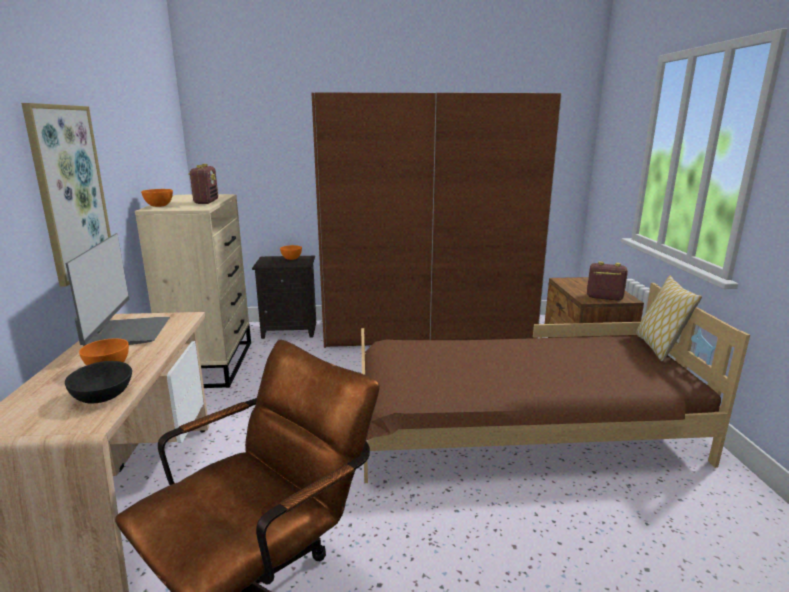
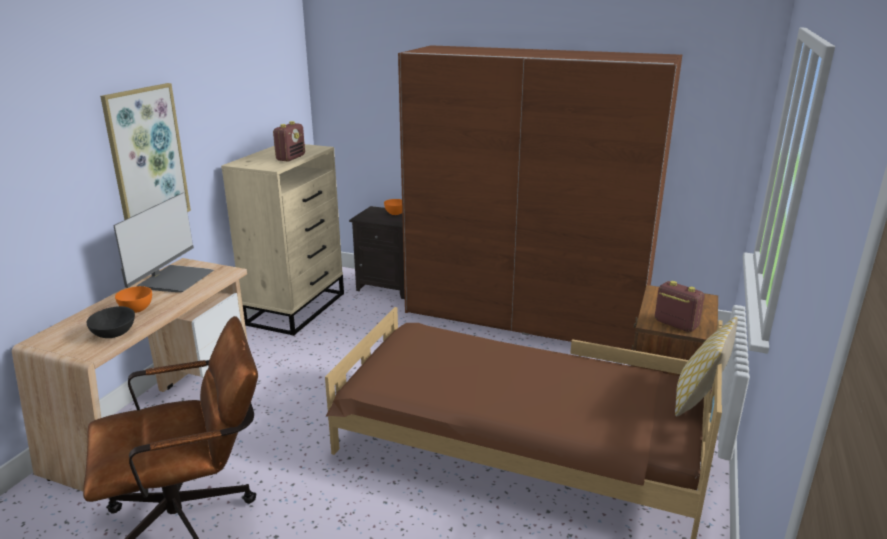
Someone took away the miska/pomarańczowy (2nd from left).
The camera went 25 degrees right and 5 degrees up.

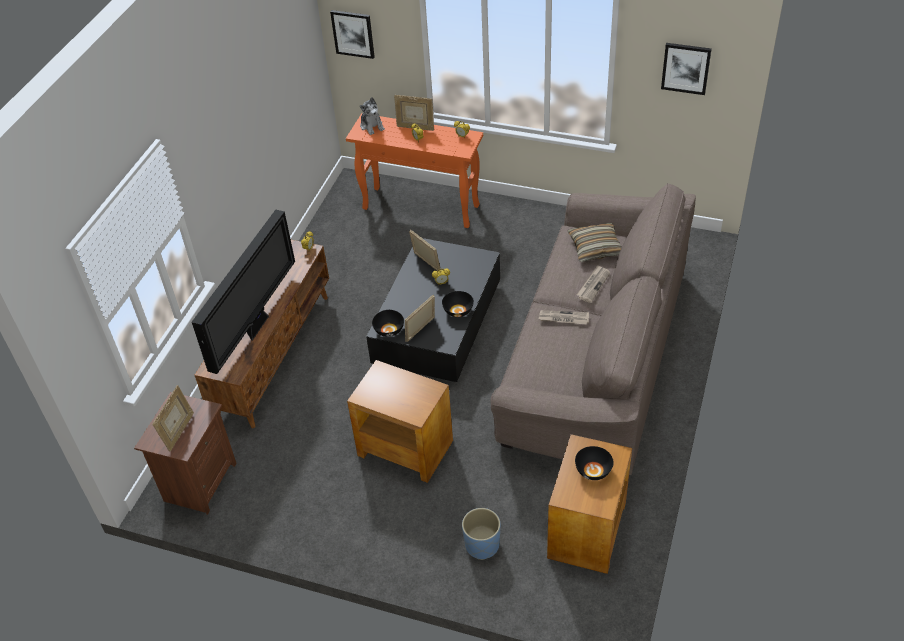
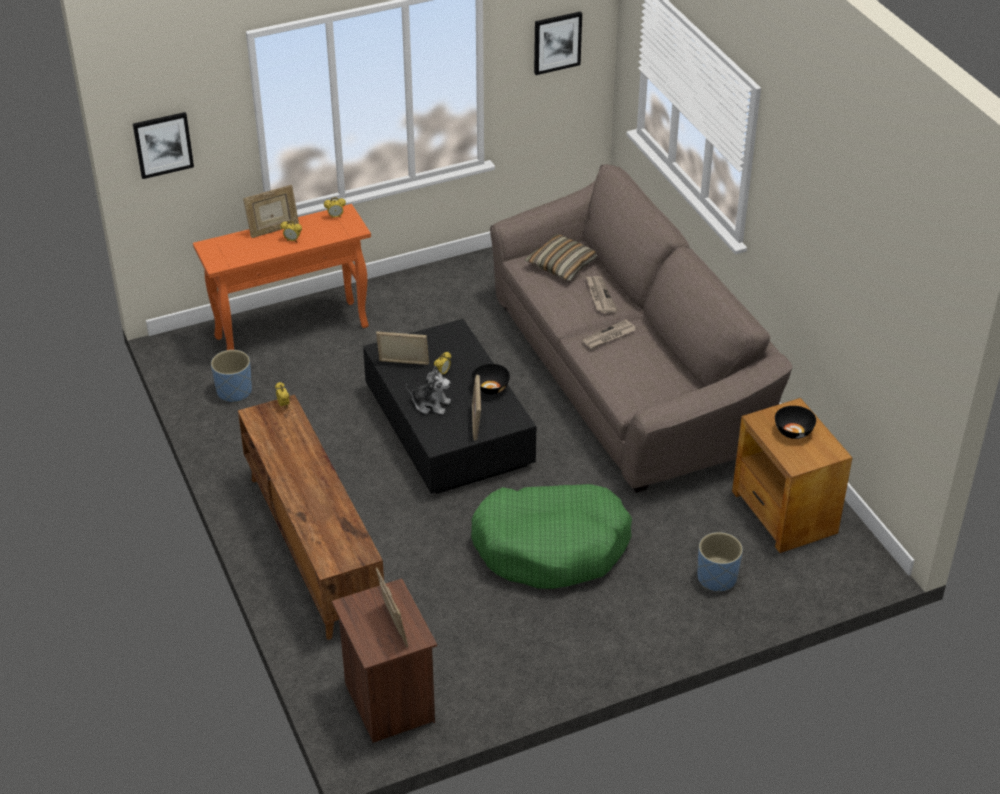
Someone took away the telewizor.
Someone swapped the stolik/brązowy (1st from left) for the legowisko/zielony.
Someone carried the pluszak.
Someone took away the miska/czarny (1st from left).
Someone put down the donica/niebieski (1st from left).
The camera went 45 degrees left and 5 degrees down.

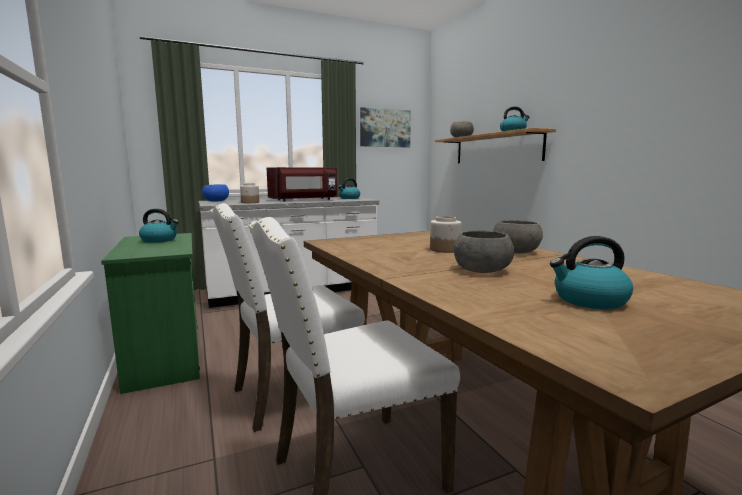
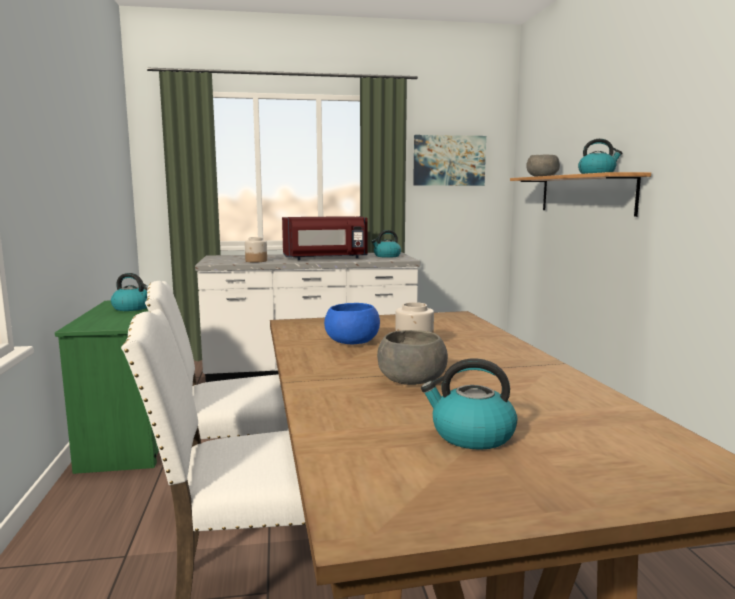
Someone carried the miska/niebieski.
Someone took away the miska/szary (3rd from left).
The camera went 15 degrees right and 0 degrees up.

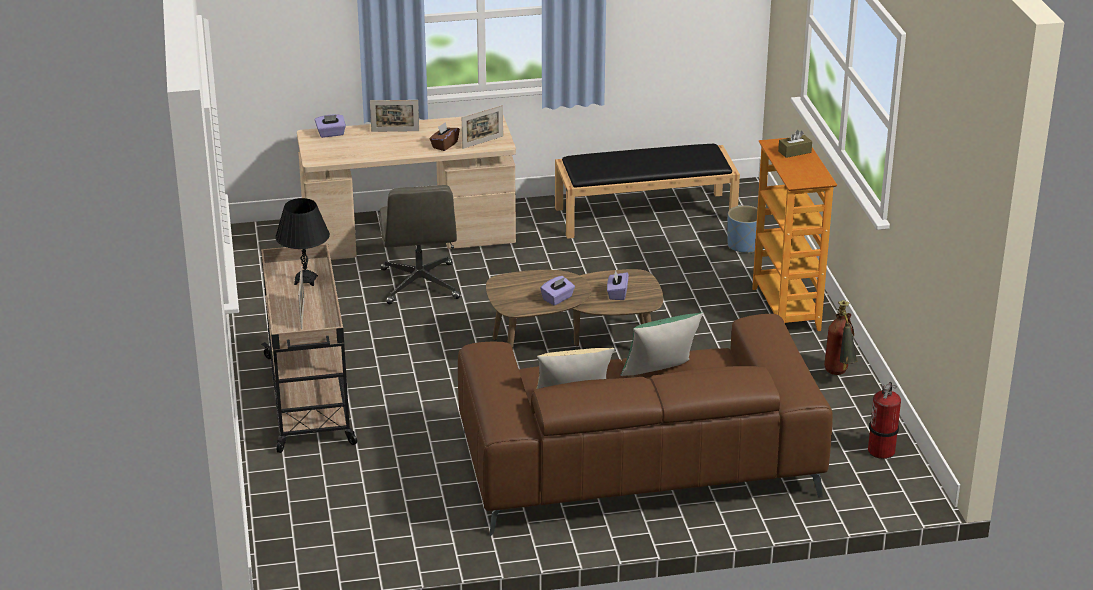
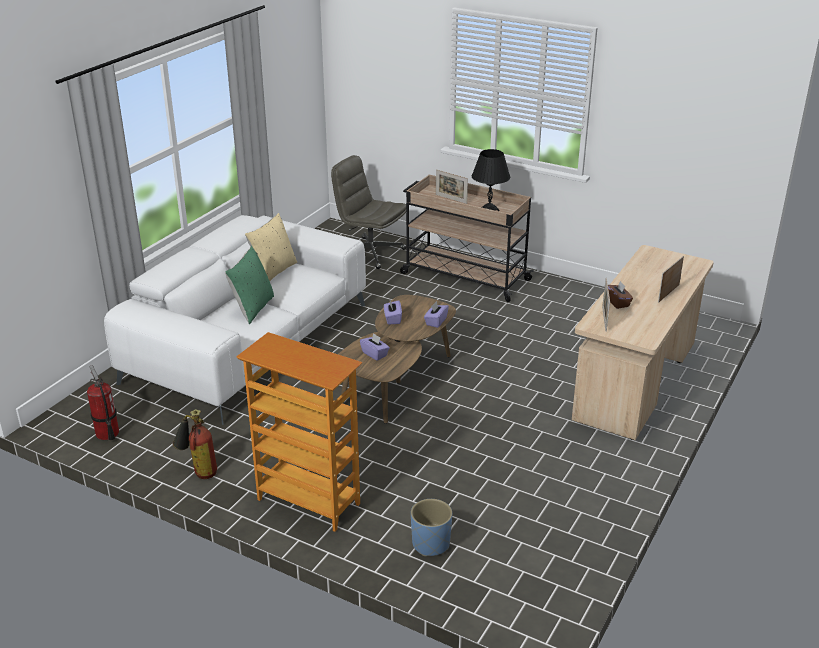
Someone carried the pudełko chusteczek/fioletowy (1st from left in the first image).
Someone carried the krzesło biurowe/szary.
Someone repainted the kanapa/brązowy, which became the kanapa/biały.
Someone took away the ławka/czarny.
Someone took away the pudełko chusteczek/brązowy (2nd from left).
The camera went 130 degrees right and 0 degrees up.

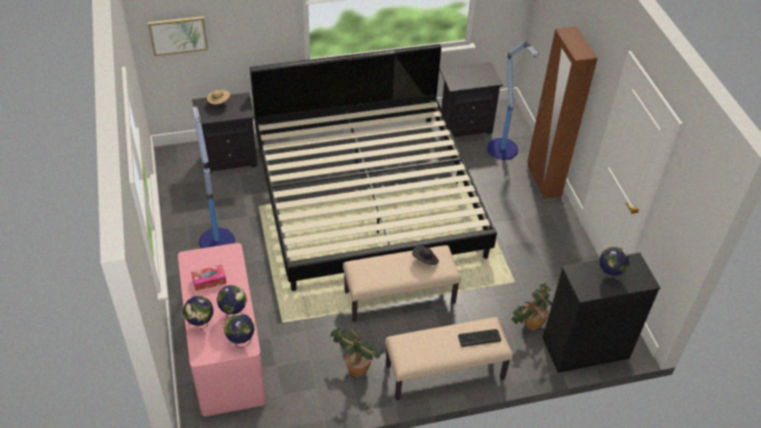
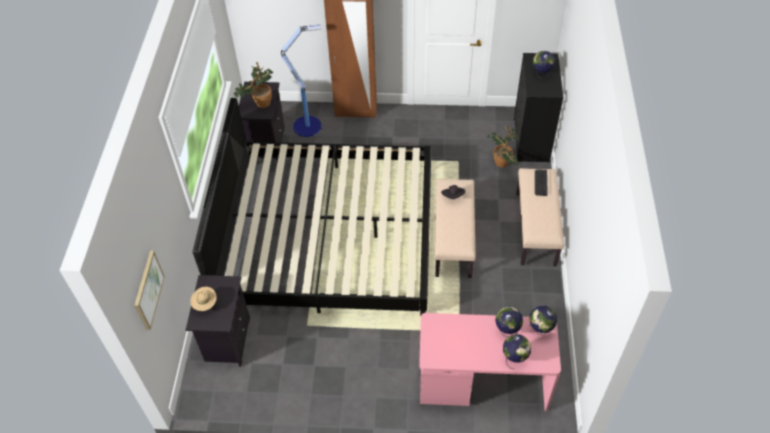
Someone took away the pudełko chusteczek.
Someone took away the lampa stojąca (1st from left).
Someone carried the roślina doniczkowa (1st from left).
The camera went 70 degrees left and 5 degrees up.

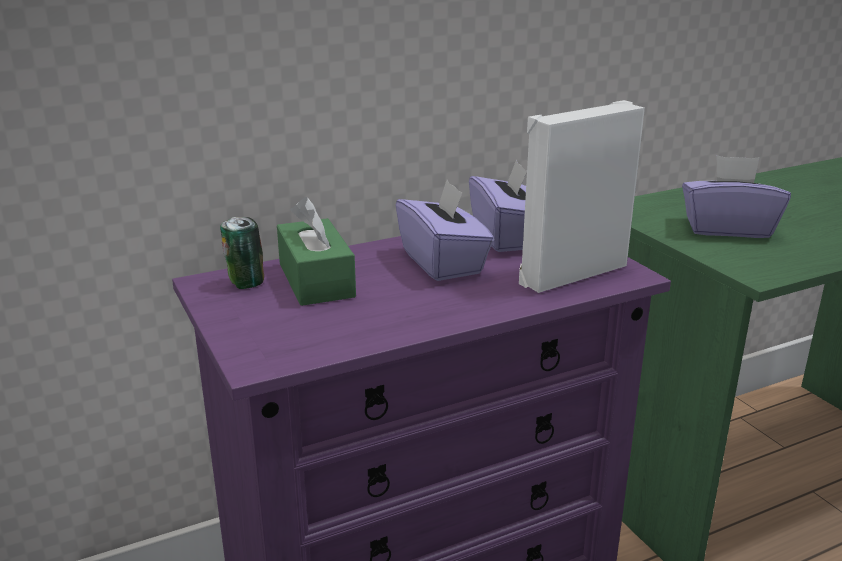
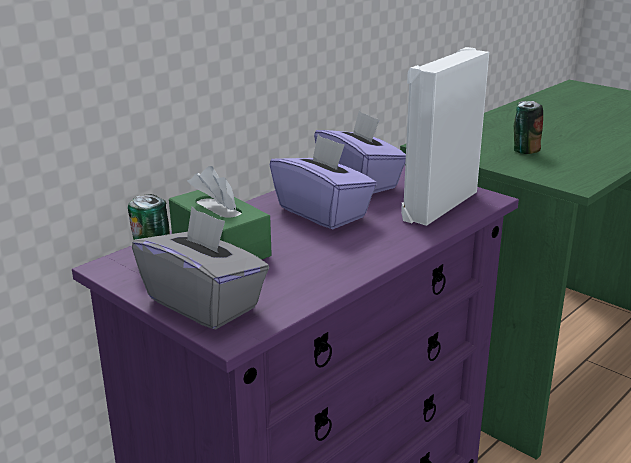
Someone swapped the pudełko chusteczek/fioletowy (3rd from left) for the puszka (2nd from left).
Someone put down the pudełko chusteczek/szary.
The camera went 20 degrees left and 0 degrees up.

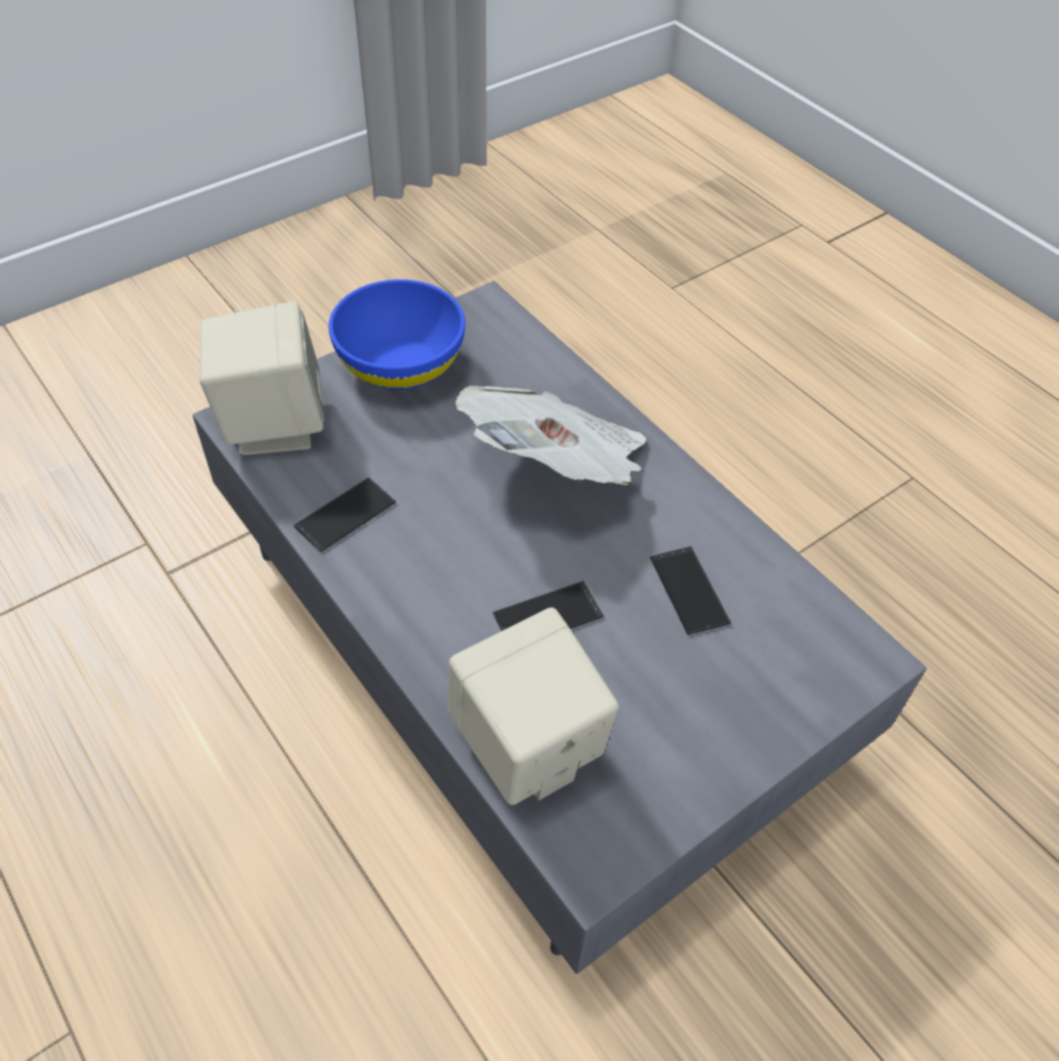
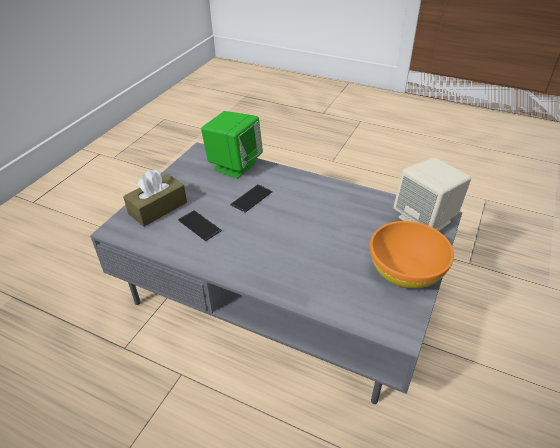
Someone took away the telefon (1st from left).
Someone repainted the miska/niebieski, which became the miska/pomarańczowy.
Someone repainted the głośnik/beżowy (2nd from left), which became the głośnik/zielony.
Someone took away the gazeta.
Someone put down the pudełko chusteczek/brązowy.
The camera went 155 degrees right and 10 degrees down.

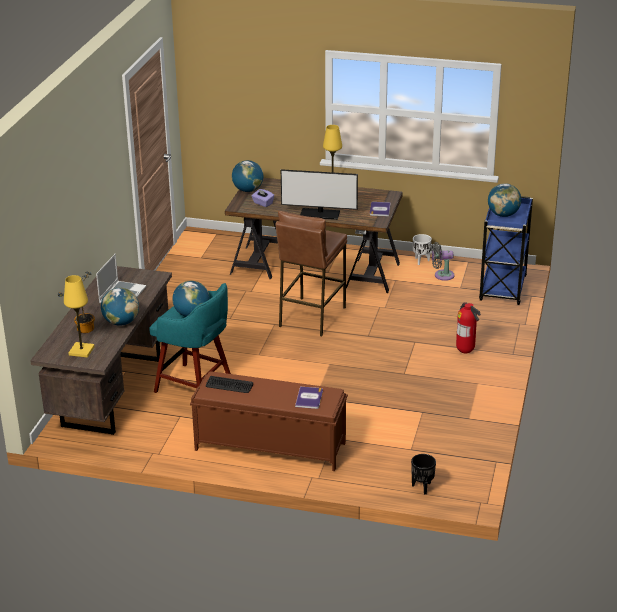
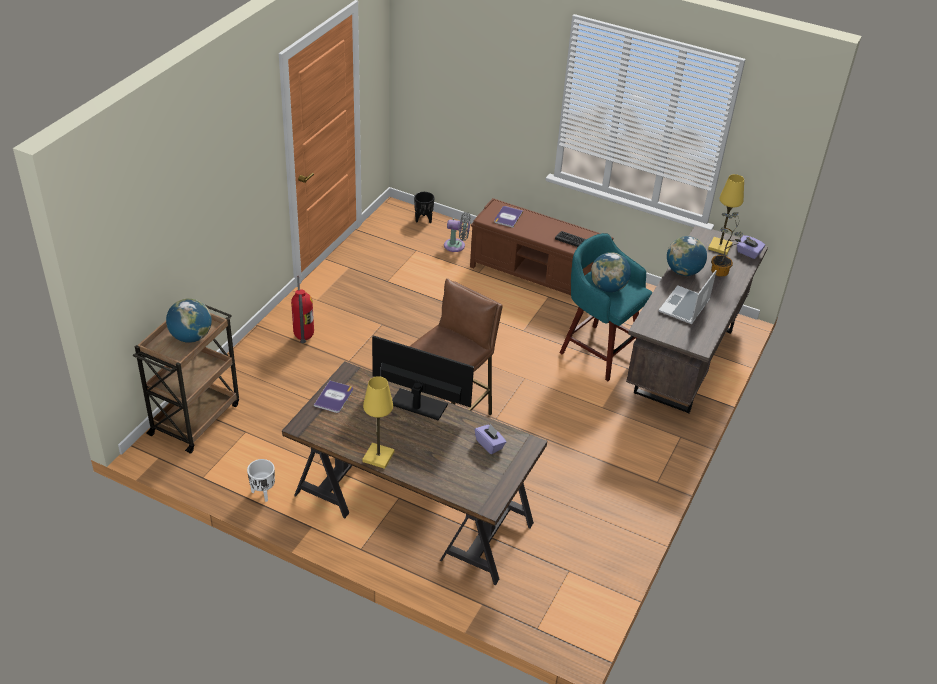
Someone took away the globus (3rd from left).
Someone carried the wentylator/szary.
Someone repainted the wózek/niebieski, which became the wózek/brązowy.
Someone put down the pudełko chusteczek/fioletowy (2nd from left).
The camera went 170 degrees left and 10 degrees up.

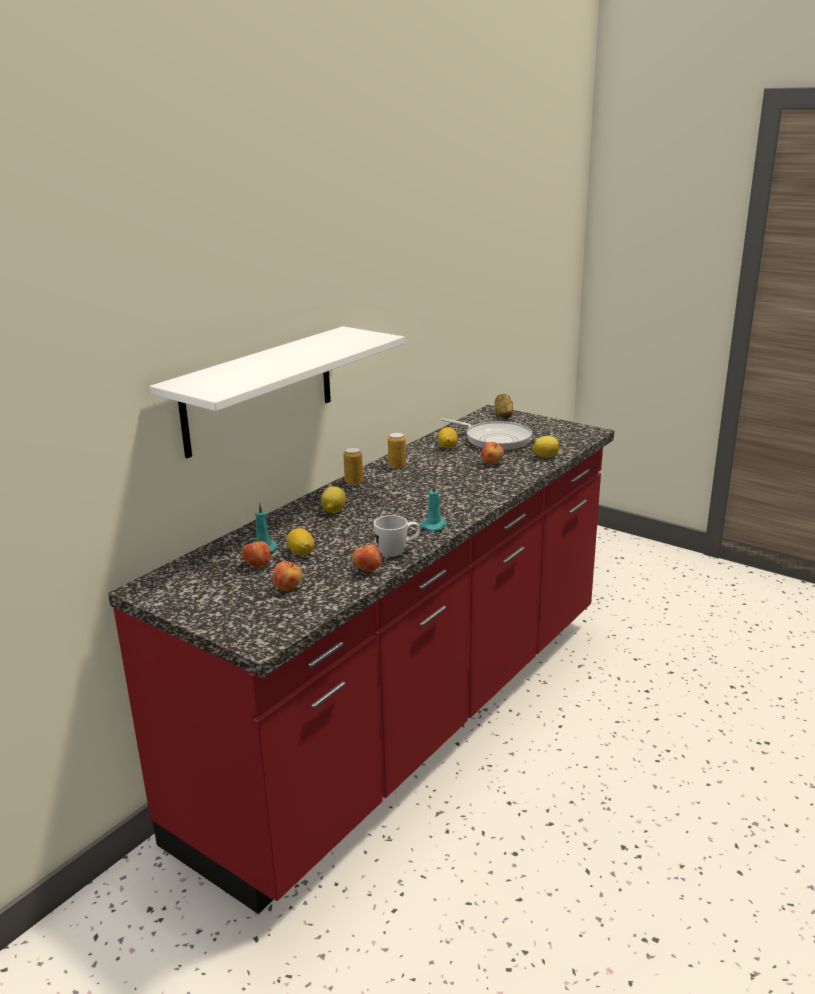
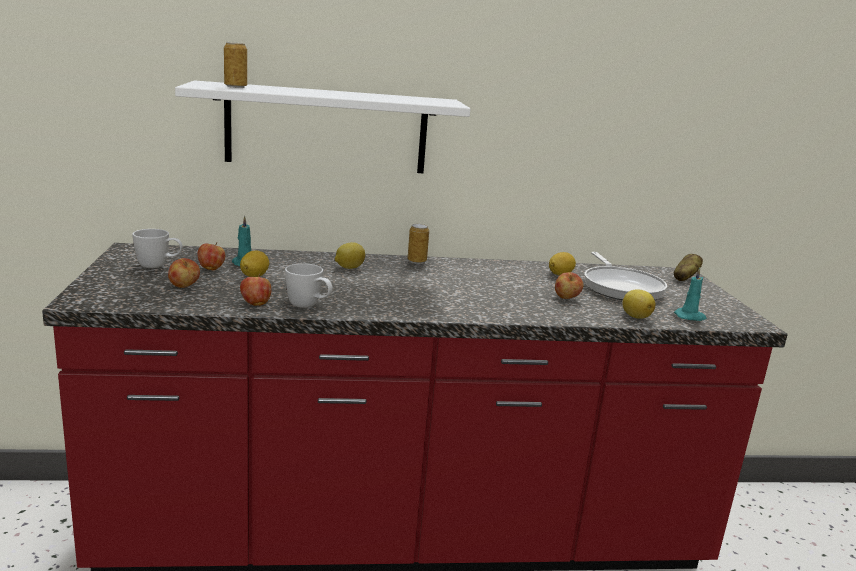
Someone carried the puszka (2nd from left in the first image).
Someone carried the świeca/turkusowy (2nd from left).
Someone put down the kubek/biały (1st from left).
The camera went 45 degrees right and 5 degrees down.

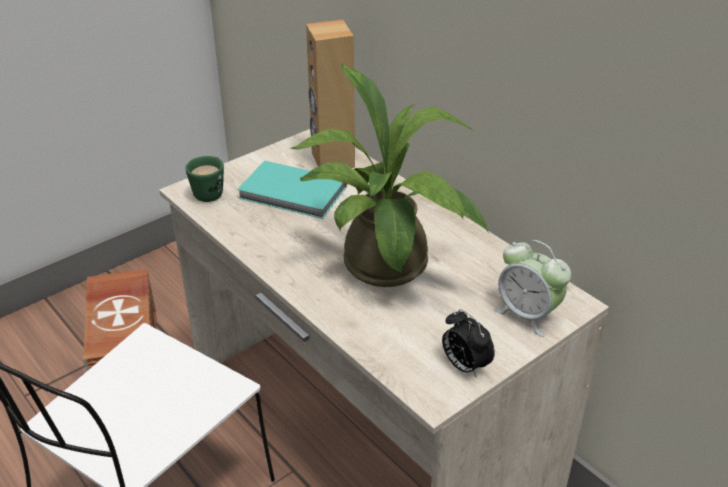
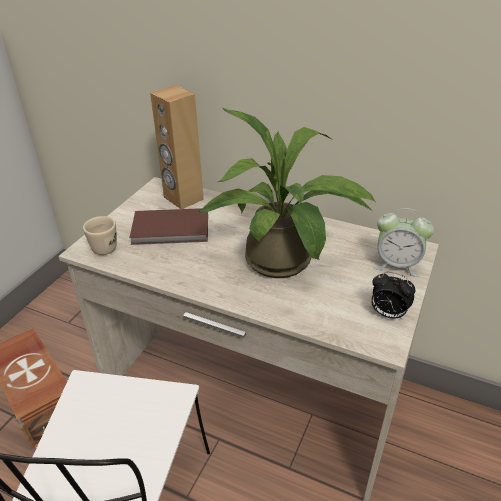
Someone repainted the kubek/zielony, which became the kubek/beżowy.
Someone repainted the książka/turkusowy, which became the książka/brązowy.
The camera went 25 degrees left and 0 degrees up.

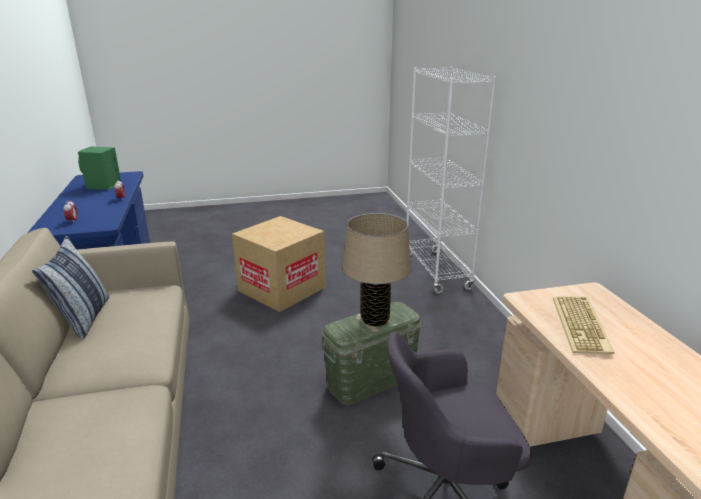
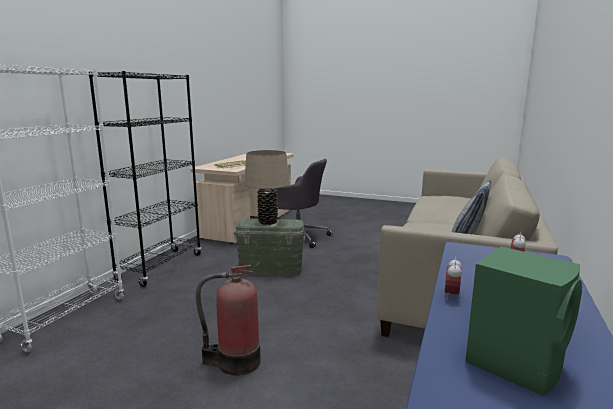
Someone swapped the karton for the gaśnica.
Someone put down the regał/czarny.
The camera went 145 degrees left and 10 degrees down.

